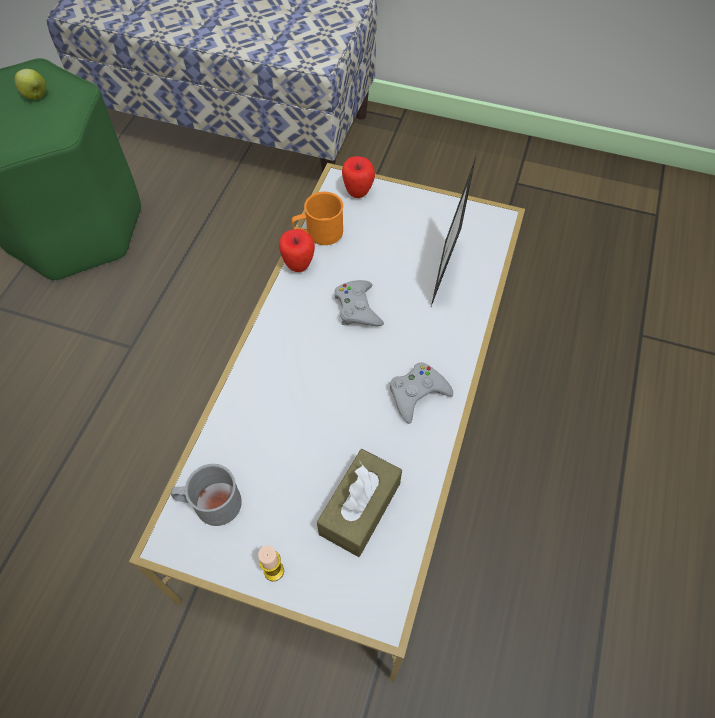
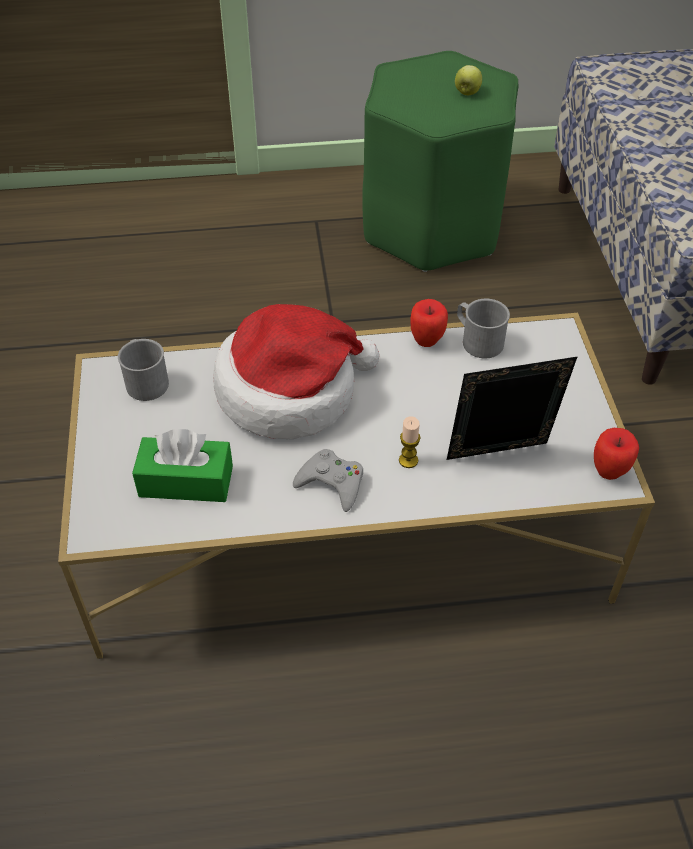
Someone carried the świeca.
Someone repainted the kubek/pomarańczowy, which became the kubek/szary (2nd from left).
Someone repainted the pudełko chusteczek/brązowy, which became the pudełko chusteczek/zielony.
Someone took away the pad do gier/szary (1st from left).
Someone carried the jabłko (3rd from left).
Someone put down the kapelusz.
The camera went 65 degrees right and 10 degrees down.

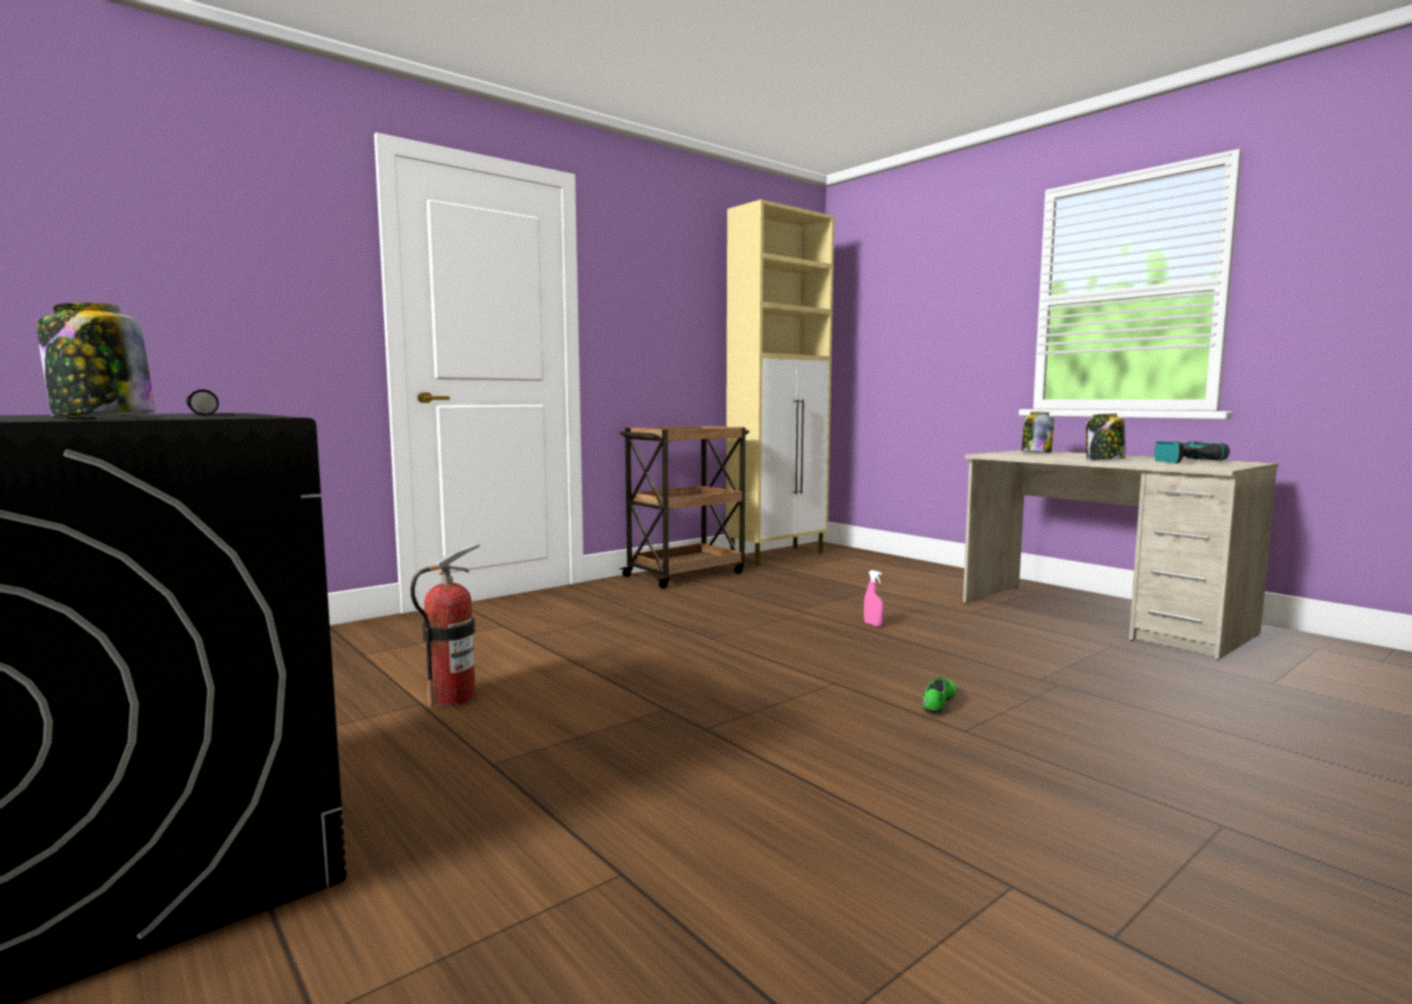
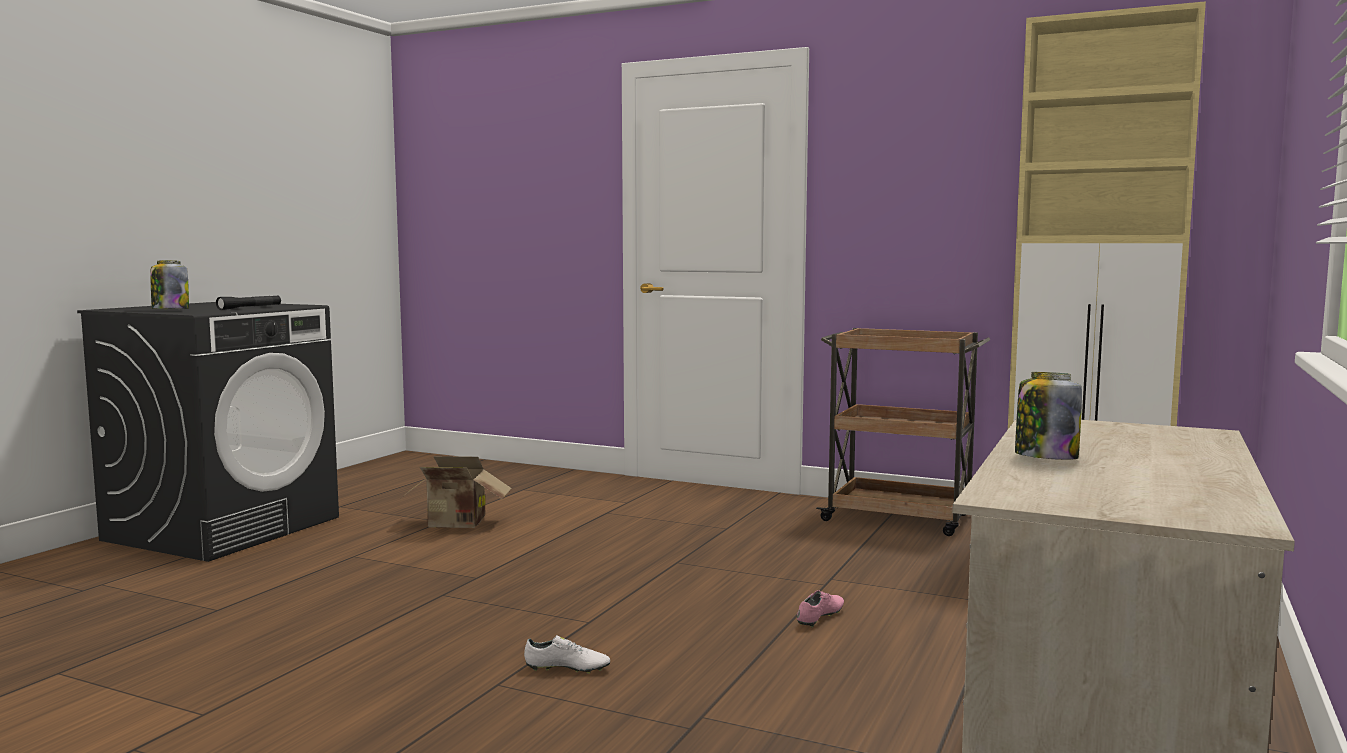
Someone swapped the gaśnica for the karton.
Someone swapped the spryskiwacz/różowy for the but/różowy.
Someone repainted the but/zielony, which became the but/biały.
Someone took away the słoik (2nd from left).
Someone took away the wiertarka.
The camera went 65 degrees right and 0 degrees up.

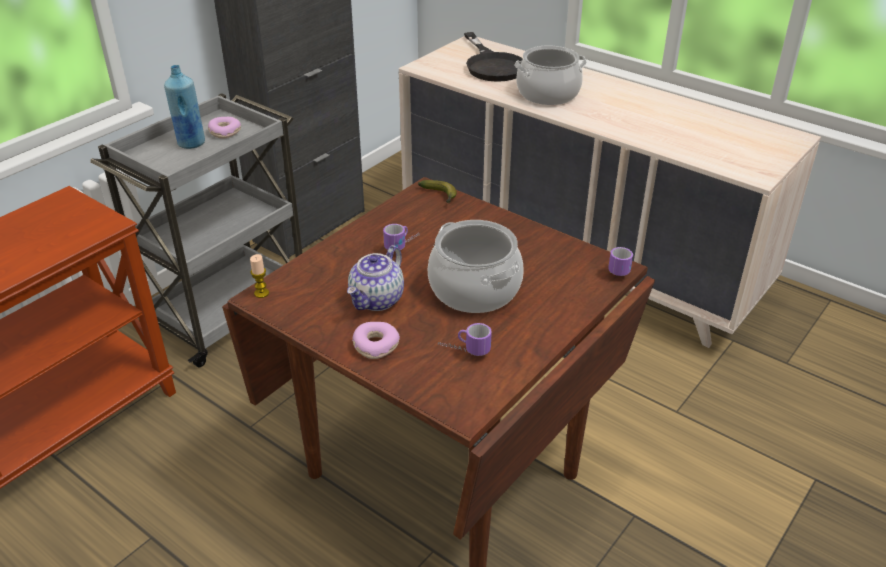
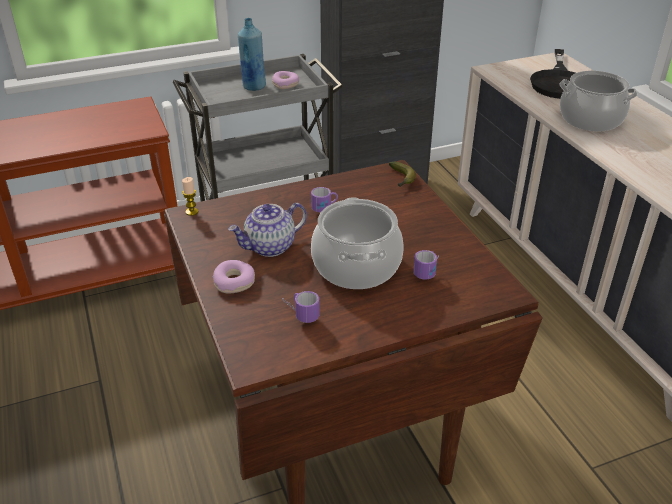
Someone carried the kubek (3rd from left).
The camera went 30 degrees right and 0 degrees up.

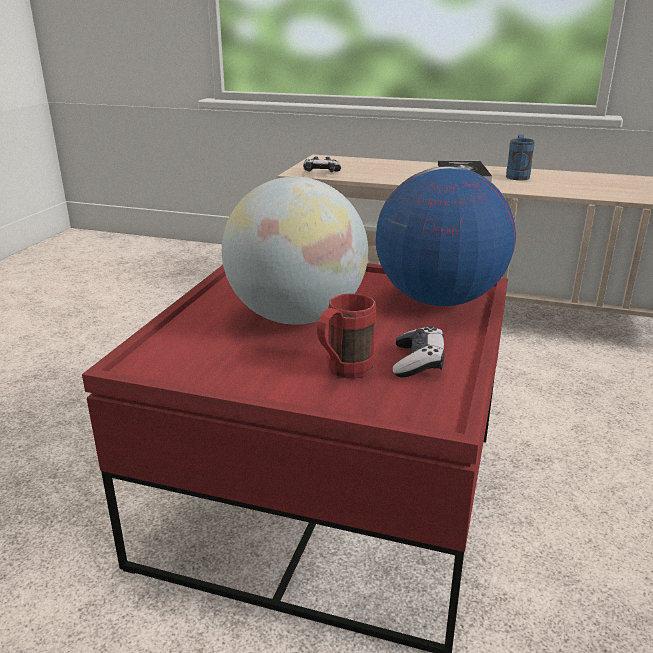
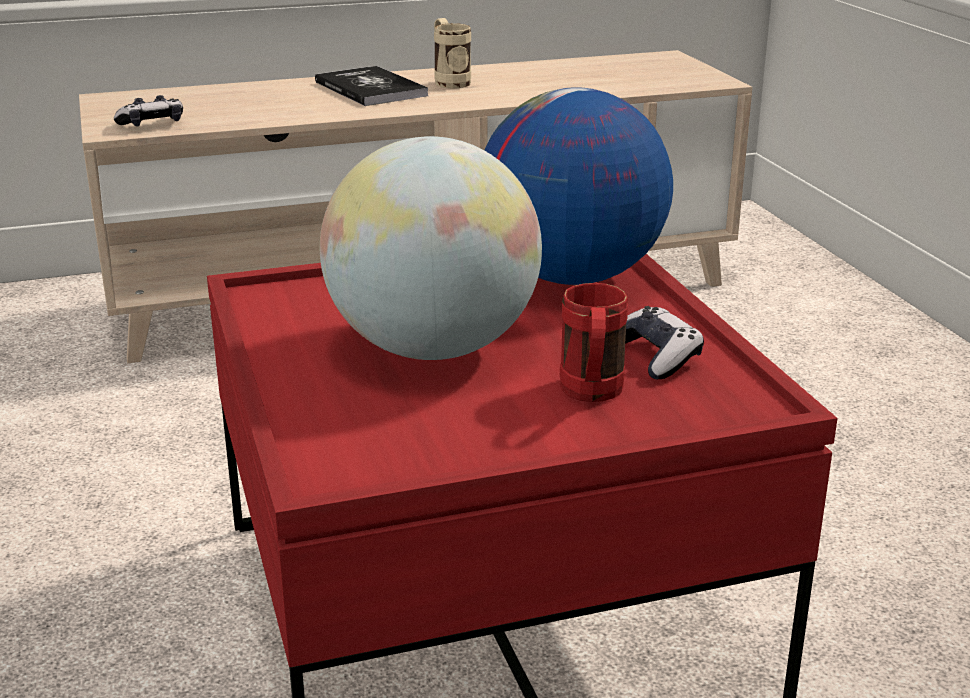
Someone repainted the kubek/niebieski, which became the kubek/beżowy.
The camera went 35 degrees left and 0 degrees up.

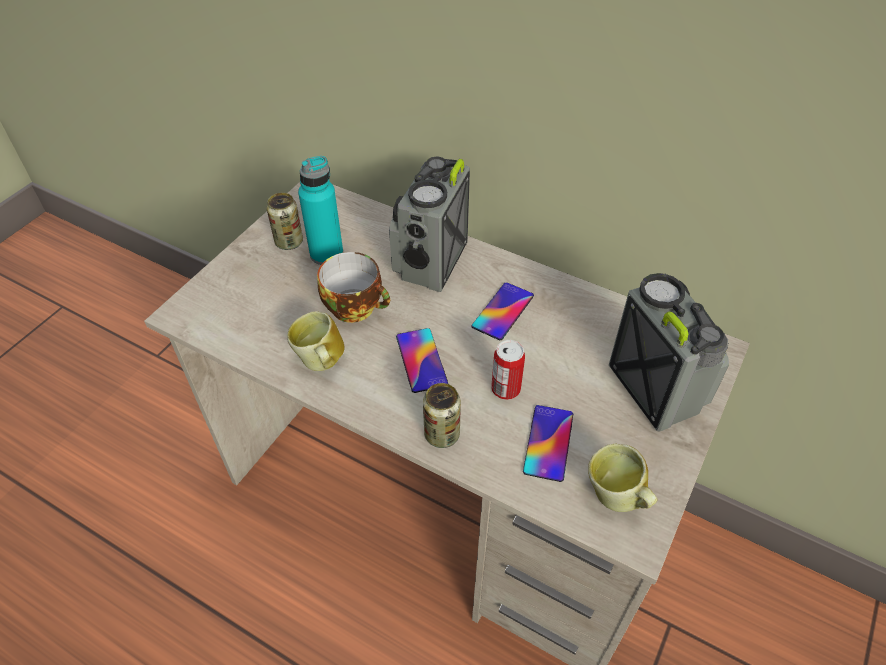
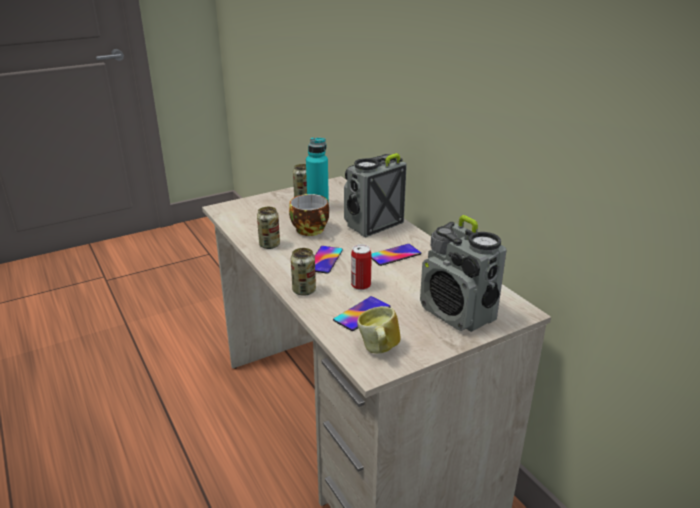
Someone swapped the kubek (1st from left) for the puszka (1st from left).
Someone rotated the radio (2nd from left) by 135 degrees clockwise.
The camera went 30 degrees right and 20 degrees down.

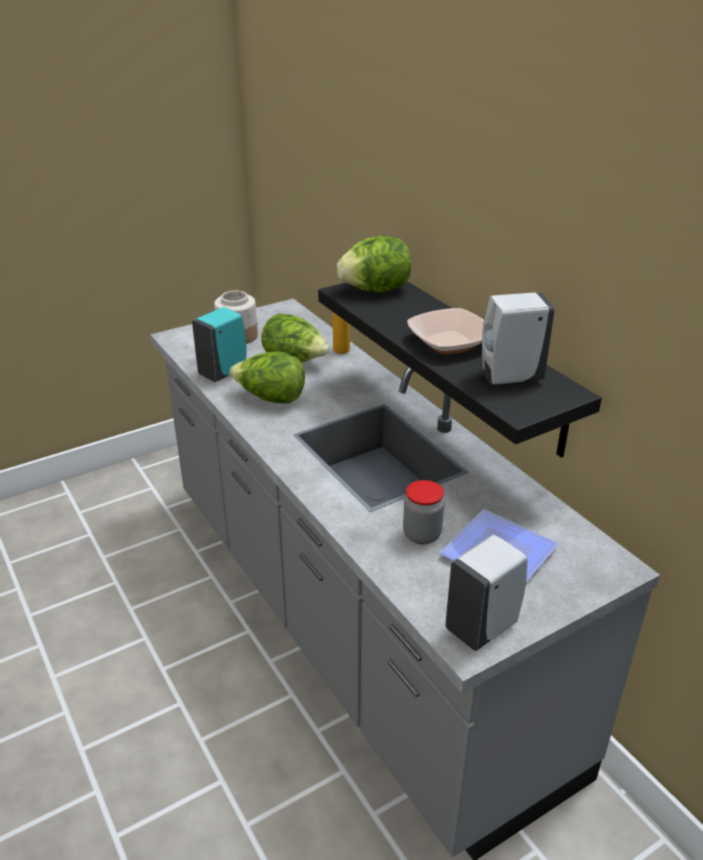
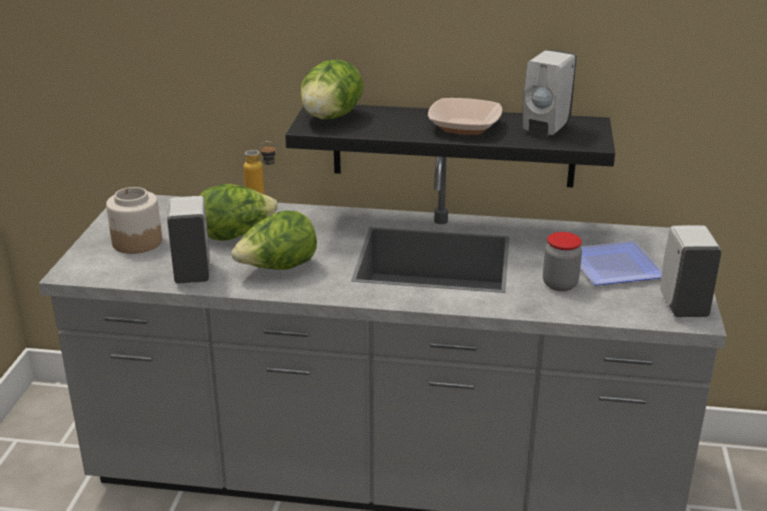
Someone repainted the dozownik mydła/turkusowy, which became the dozownik mydła/biały (1st from left).
The camera went 50 degrees left and 5 degrees down.

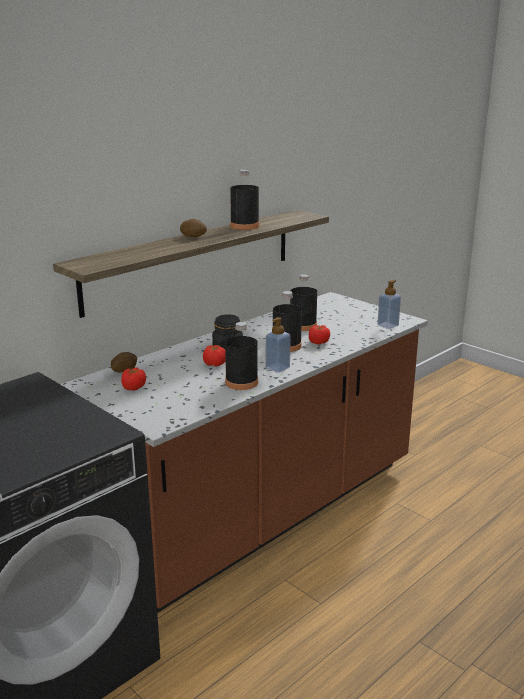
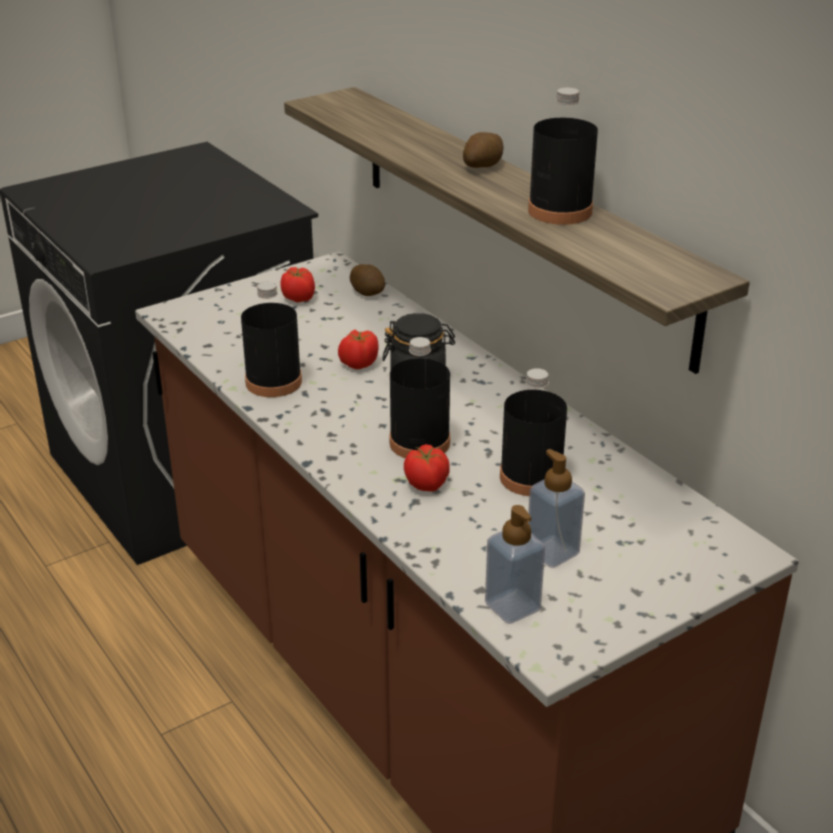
Someone carried the dozownik mydła (1st from left in the first image).
The camera went 100 degrees right and 10 degrees up.

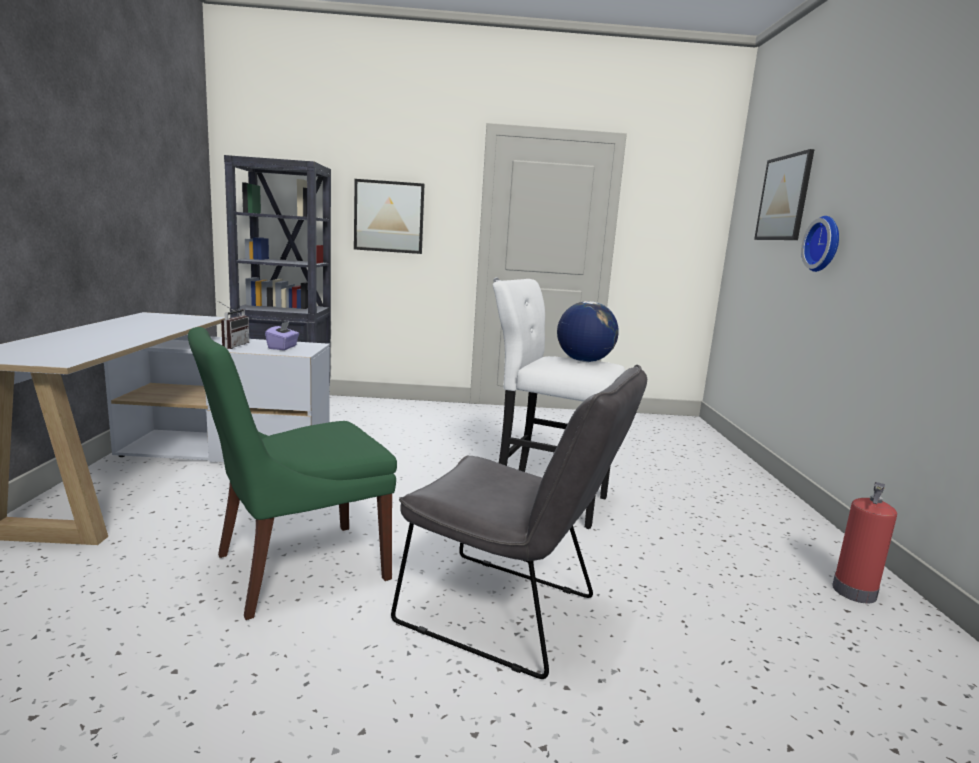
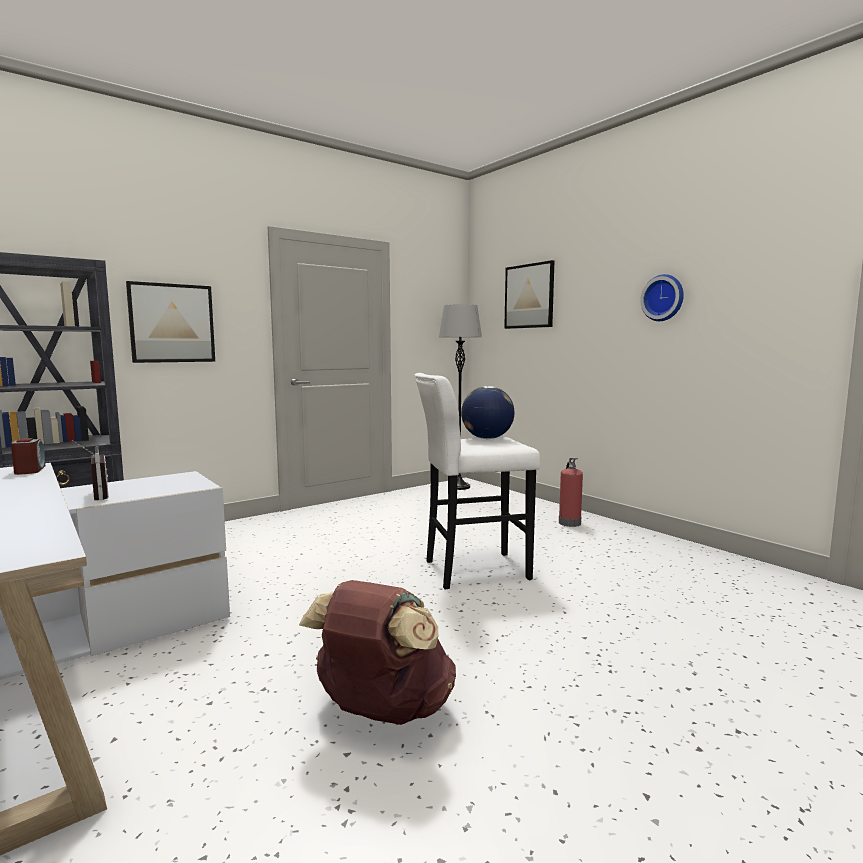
Someone swapped the krzesło/zielony for the plecak/brązowy.
Someone took away the pudełko chusteczek/fioletowy.
Someone took away the krzesło/szary.
Someone carried the zegar ścienny.
Someone carried the gaśnica.
Someone put down the budzik.
Someone put down the lampa stojąca/szary.
The camera went 35 degrees left and 5 degrees down.

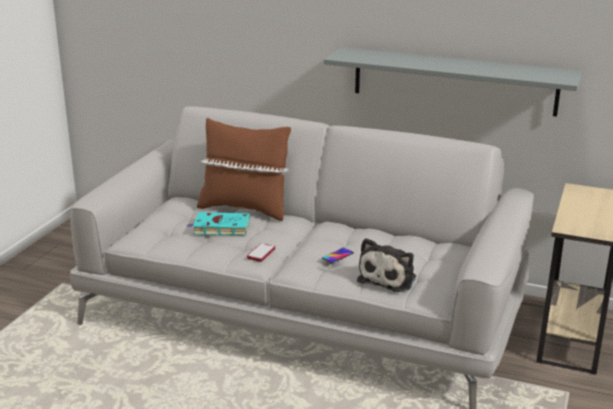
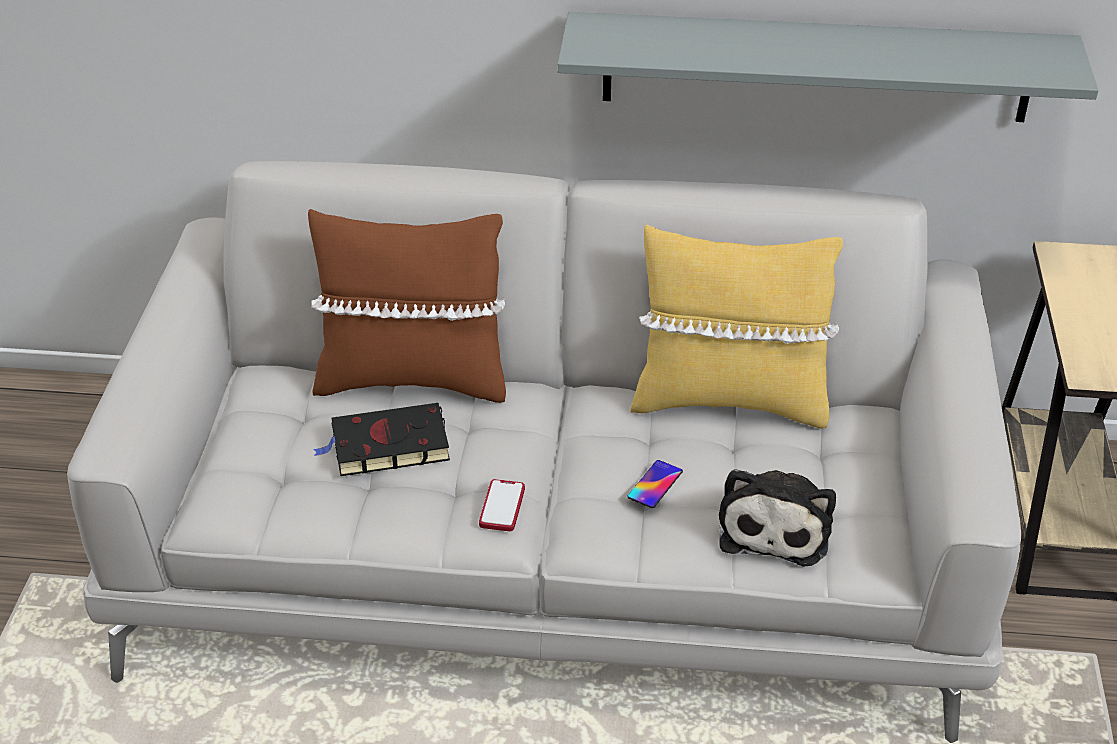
Someone repainted the książka/turkusowy, which became the książka/czarny.
Someone put down the poduszka/żółty.
The camera went 15 degrees left and 15 degrees up.

